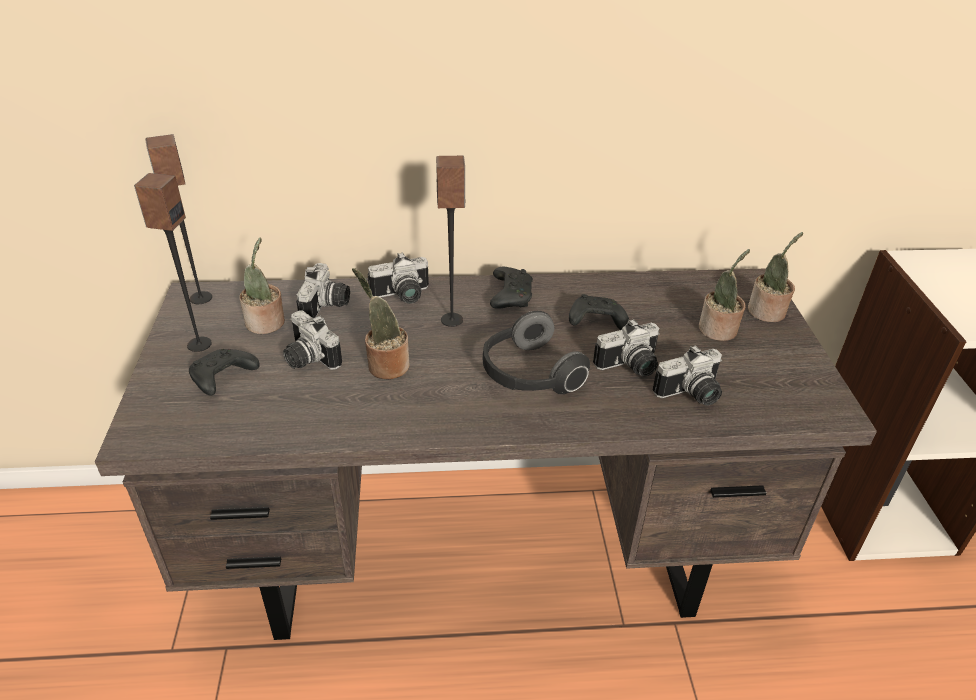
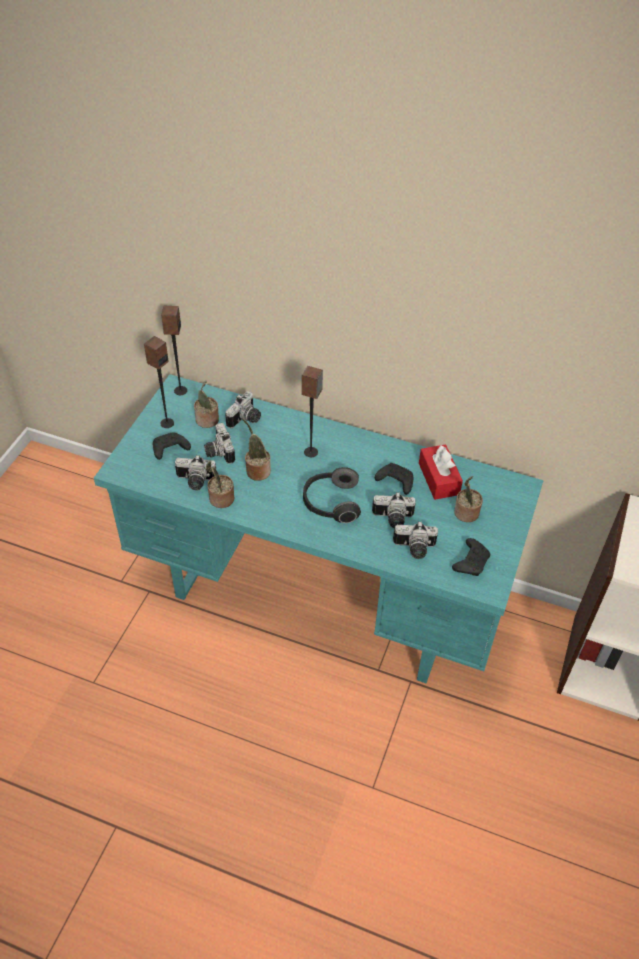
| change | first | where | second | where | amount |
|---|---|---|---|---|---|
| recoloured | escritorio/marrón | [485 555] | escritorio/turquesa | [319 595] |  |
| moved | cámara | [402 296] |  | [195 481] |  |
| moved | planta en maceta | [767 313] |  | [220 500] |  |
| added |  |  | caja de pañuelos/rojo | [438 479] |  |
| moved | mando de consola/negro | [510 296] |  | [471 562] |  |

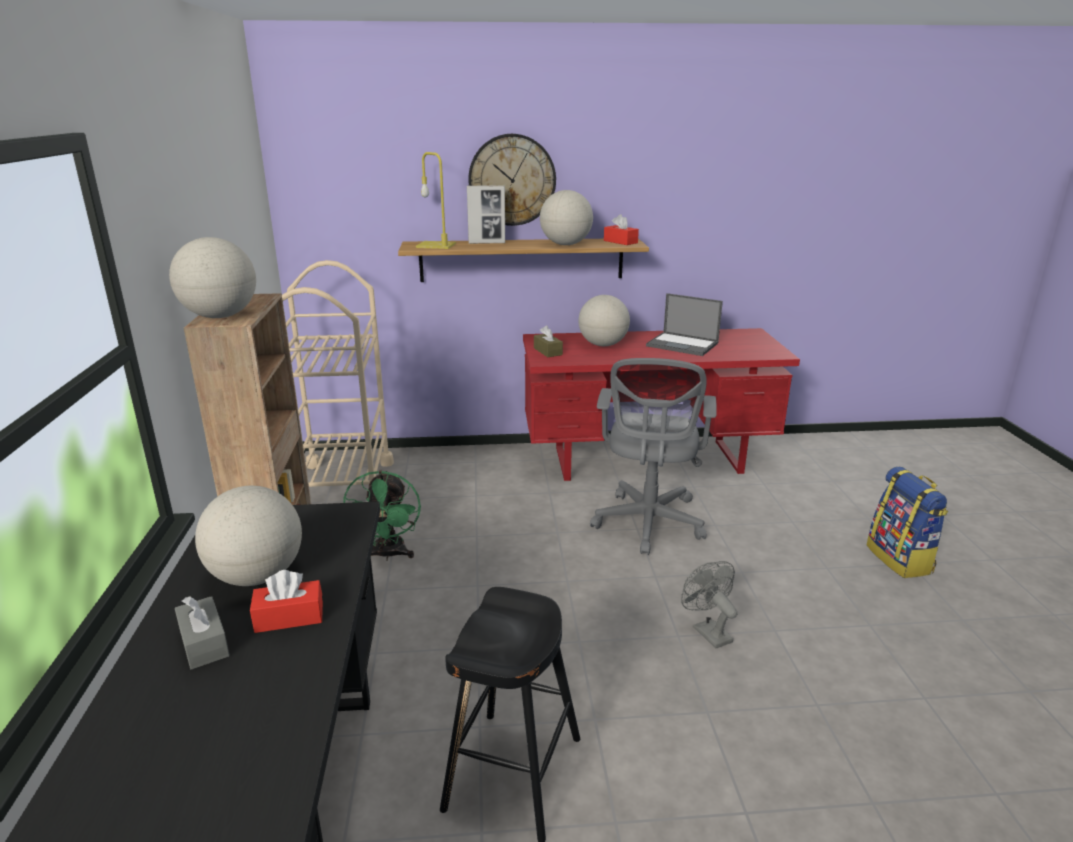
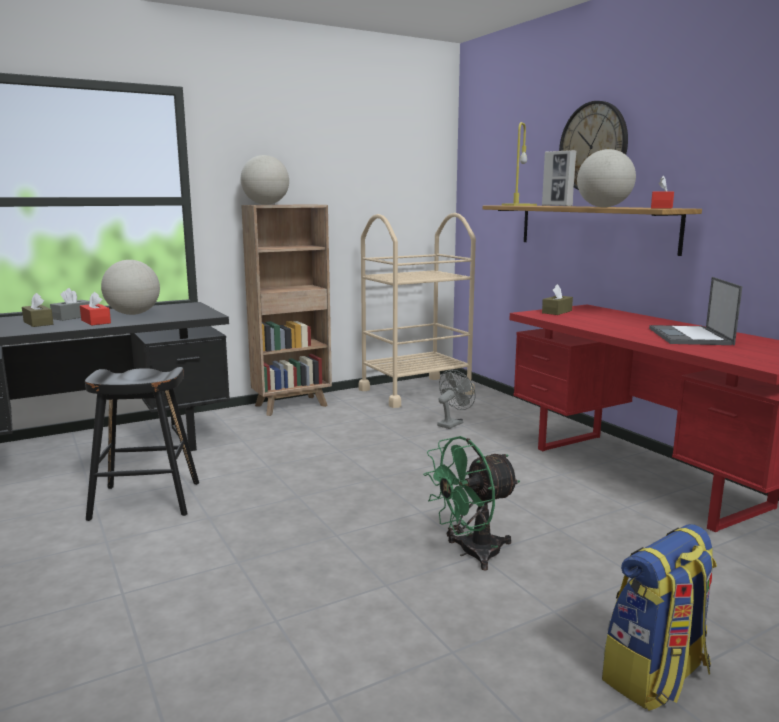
| change | first | where | second | where | amount |
|---|---|---|---|---|---|
| added |  |  | caja de pañuelos/marrón | [38 323] |  |
| moved | ventilador/verde | [388 555] |  | [471 553] |  |
| moved | ventilador/gris | [707 631] |  | [452 423] |  |
| removed | globo terráqueo | [603 345] |  |  |  |
| removed | silla de oficina/gris | [648 524] |  |  |  |

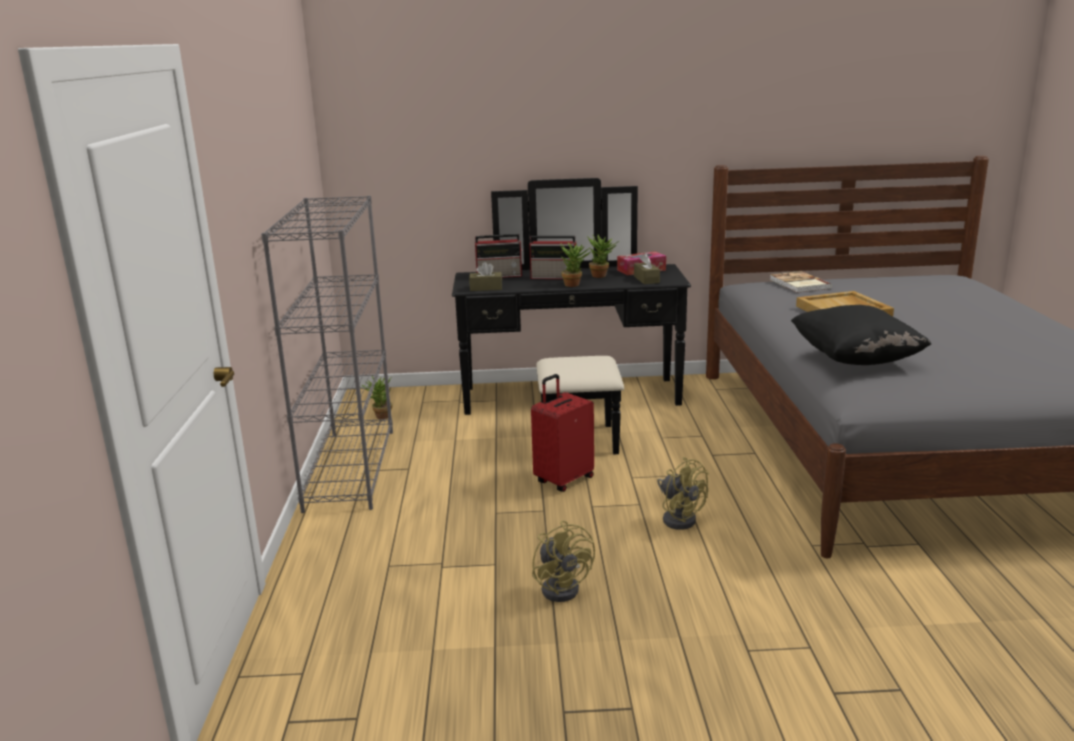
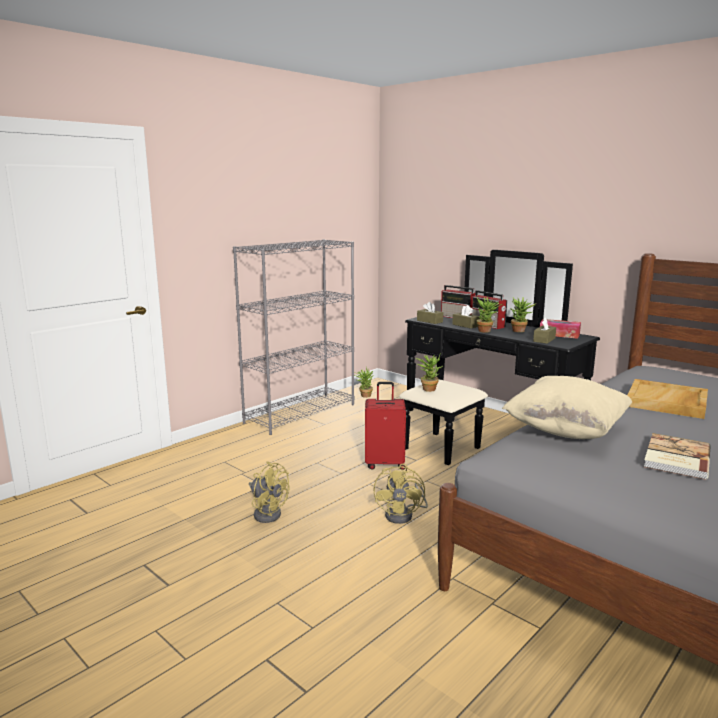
| change | first | where | second | where | amount |
|---|---|---|---|---|---|
| turned | ventilador/amarillo | [563 587] |  | [267 513] | 75 degrees counterclockwise |
| added |  |  | planta en maceta | [428 388] |  |
| added |  |  | caja de pañuelos/marrón | [465 325] |  |
| recoloured | cojín/negro | [854 360] | cojín/beis | [566 431] |  |
| moved | libro | [798 284] |  | [675 458] |  |

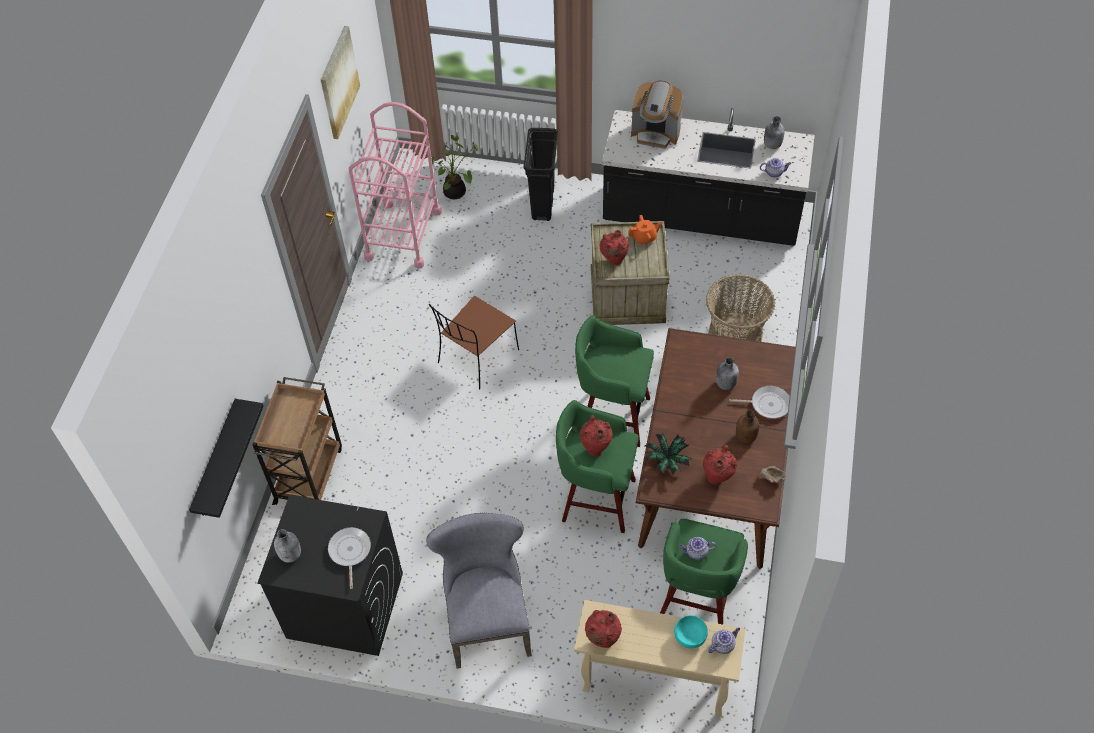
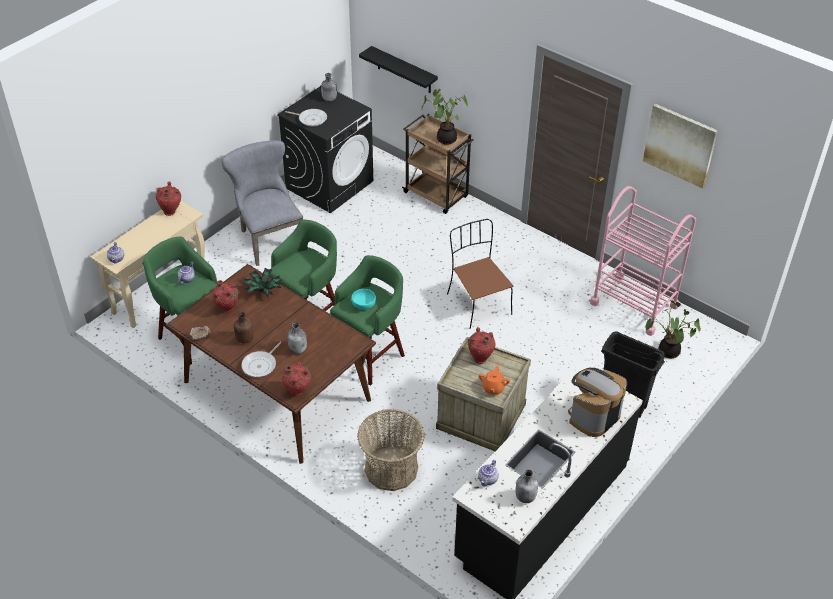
| change | first | where | second | where | amount |
|---|---|---|---|---|---|
| turned | silla/gris | [487 618] |  | [268 238] | 135 degrees counterclockwise |
| moved | florero/rojo | [595 448] |  | [298 392] |  |
| moved | cuenco/turquesa | [690 635] |  | [364 304] |  |
| added |  |  | planta en maceta | [445 138] |  |

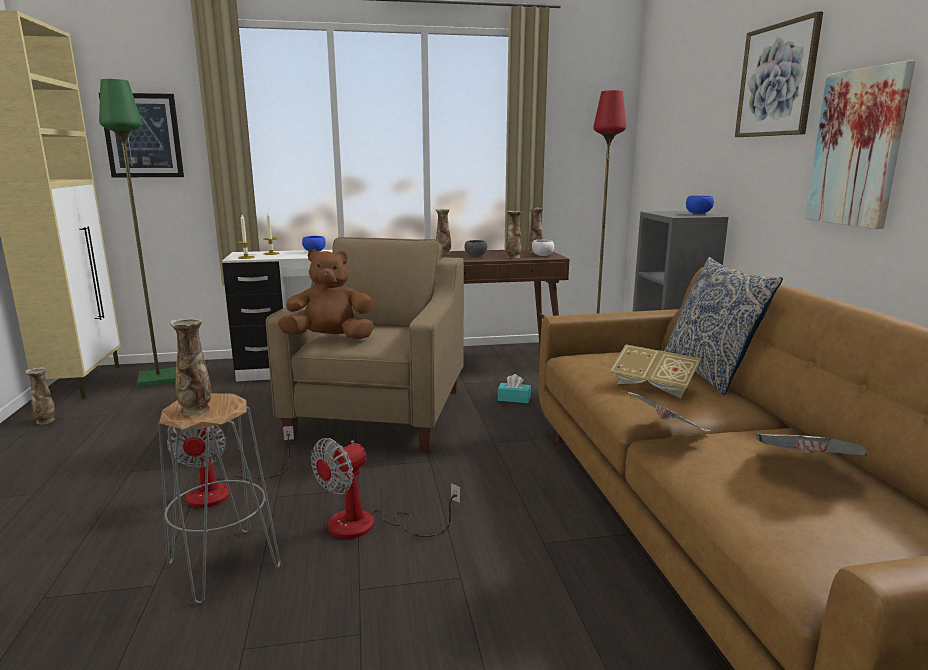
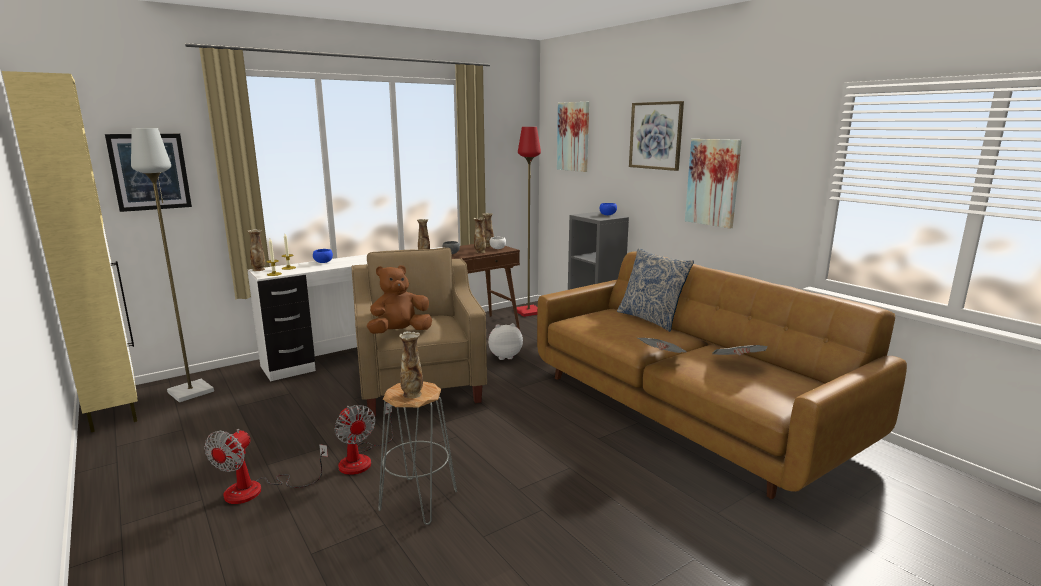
| change | first | where | second | where | amount |
|---|---|---|---|---|---|
| recoloured | lámpara de pie/verde | [159 378] | lámpara de pie/gris | [191 391] |  |
| moved | ventilador | [368 526] |  | [257 490] |  |
| moved | florero | [46 421] |  | [259 269] |  |
| replaced | caja de pañuelos/turquesa | [514 399] | peluche | [504 356] |  |
| added |  |  | cuadro | [573 136] |  |
| removed | libro | [653 387] |  |  |  |

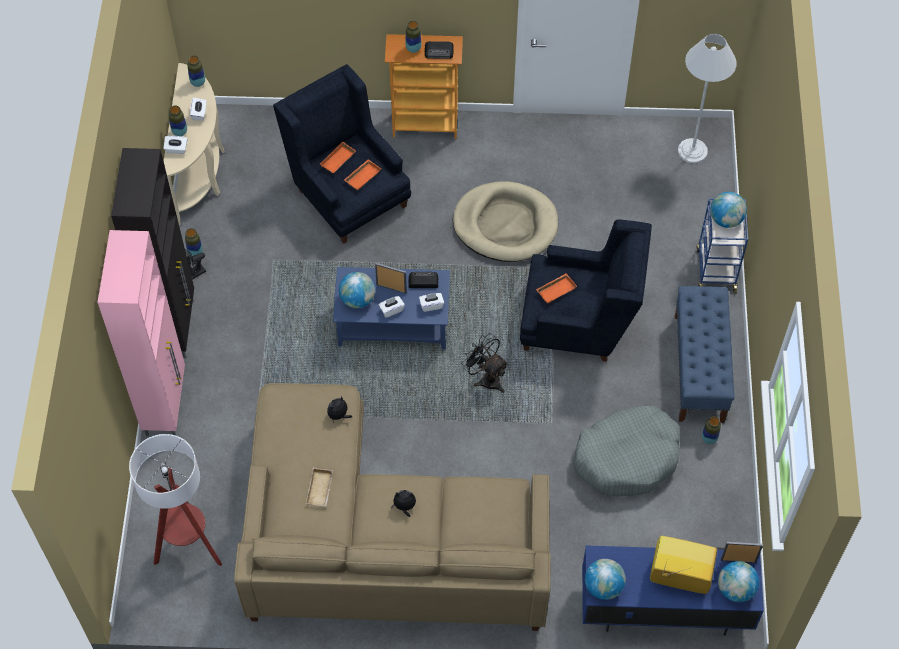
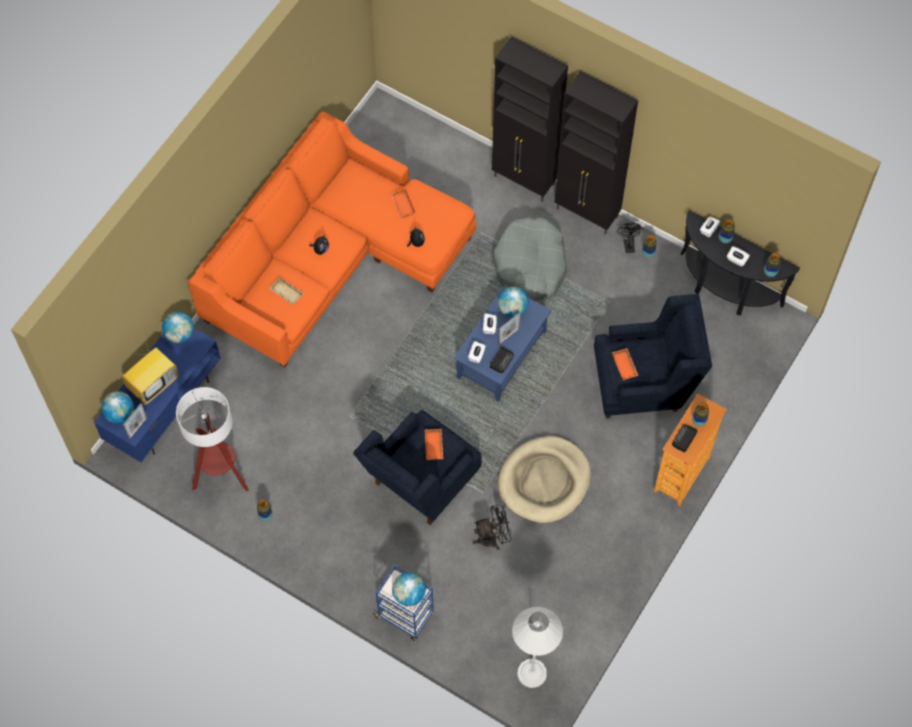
| change | first | where | second | where | amount |
|---|---|---|---|---|---|
| moved | lámpara de pie | [189 546] |  | [221 475] |  |
| recoloured | sofá/beis | [379 541] | sofá/naranja | [332 260] |  |
| moved | bandeja/beis | [320 490] |  | [285 293] |  |
| moved | bandeja/naranja | [338 161] |  | [402 205] |  |
| moved | ventilador/negro | [486 378] |  | [492 538] |  |
| recoloured | armario/rosa | [166 404] | armario/negro | [524 181] |  |
| moved | cama para perro/gris | [627 457] |  | [530 265] |  |
| recoloured | mesa consola/beis | [200 172] | mesa consola/negro | [725 289] |  |
| removed | banco/azul | [699 369] |  |  |  |

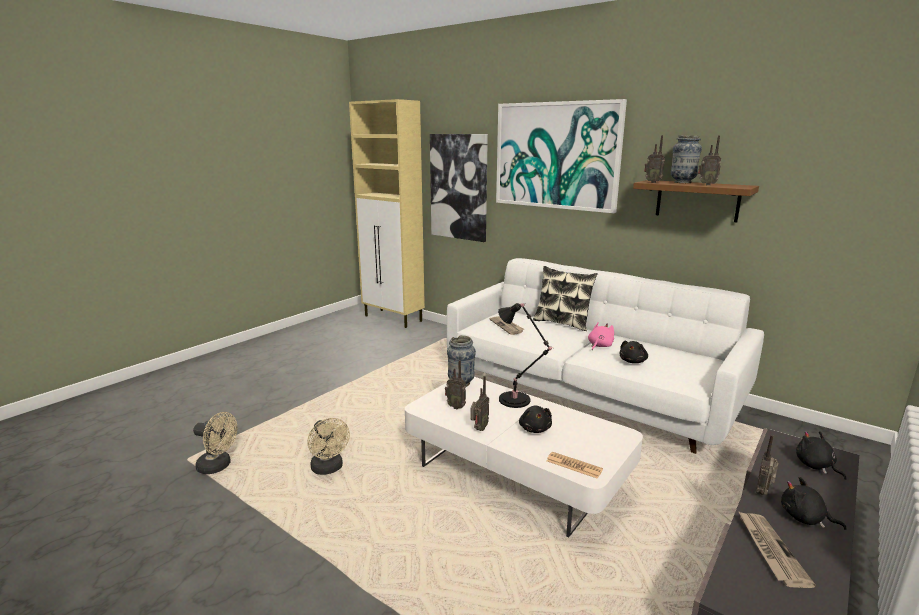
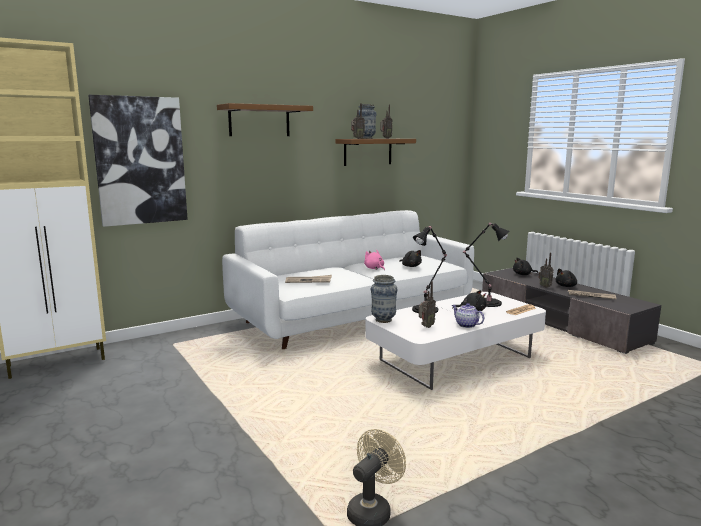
| change | first | where | second | where | amount |
|---|---|---|---|---|---|
| replaced | cuadro | [556 156] | estante/marrón | [259 121] |  |
| replaced | radio | [478 429] | tetera | [466 325] |  |
| added |  |  | lámpara de mesa/negro | [486 302] |  |
| removed | ventilador/beis | [329 469] |  |  |  |
| removed | cojín | [562 323] |  |  |  |

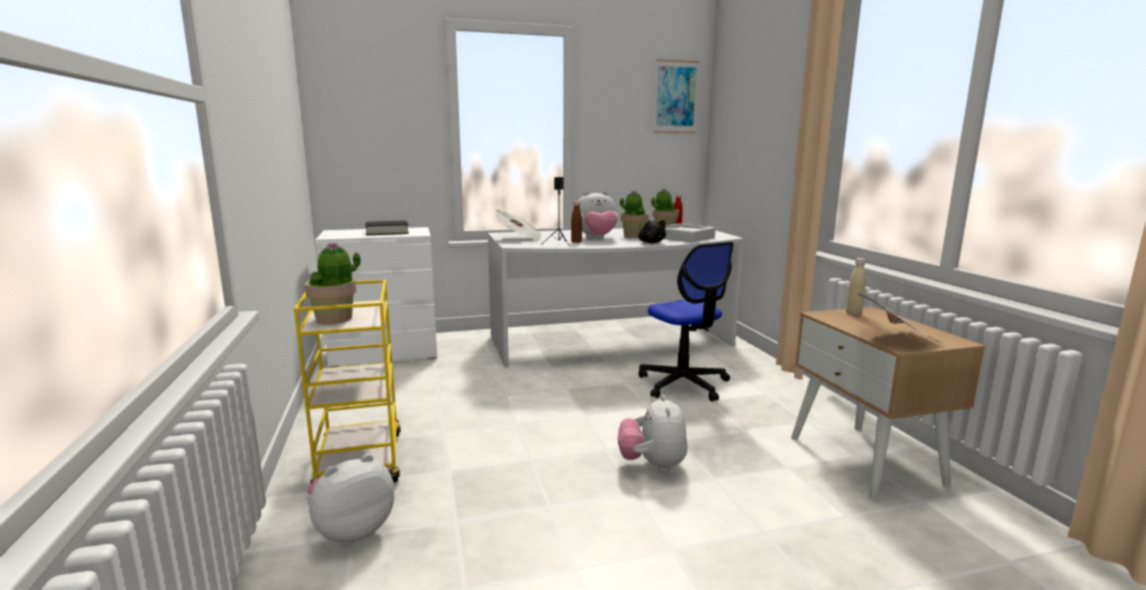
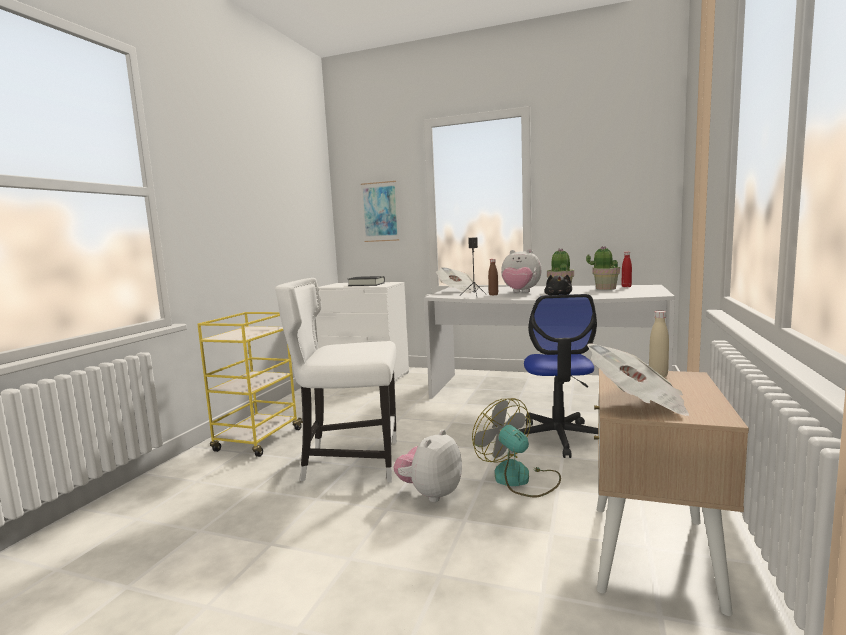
| change | first | where | second | where | amount |
|---|---|---|---|---|---|
| added |  |  | silla/blanco | [349 462] |  |
| moved | cuadro | [675 97] |  | [380 212] |  |
| added |  |  | ventilador | [519 479] |  |
| removed | planta en maceta | [335 319] |  |  |  |
| removed | peluche | [352 531] |  |  |  |
| removed | bandeja/gris | [685 237] |  |  |  |

